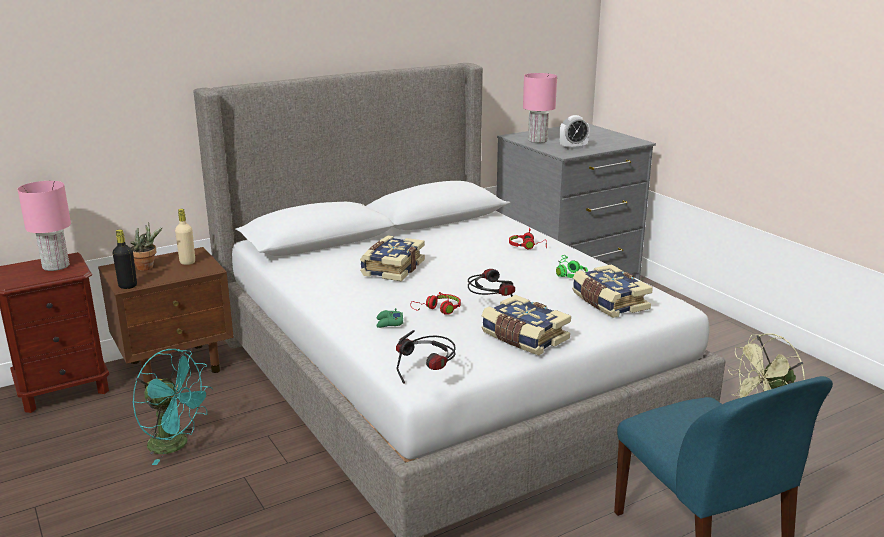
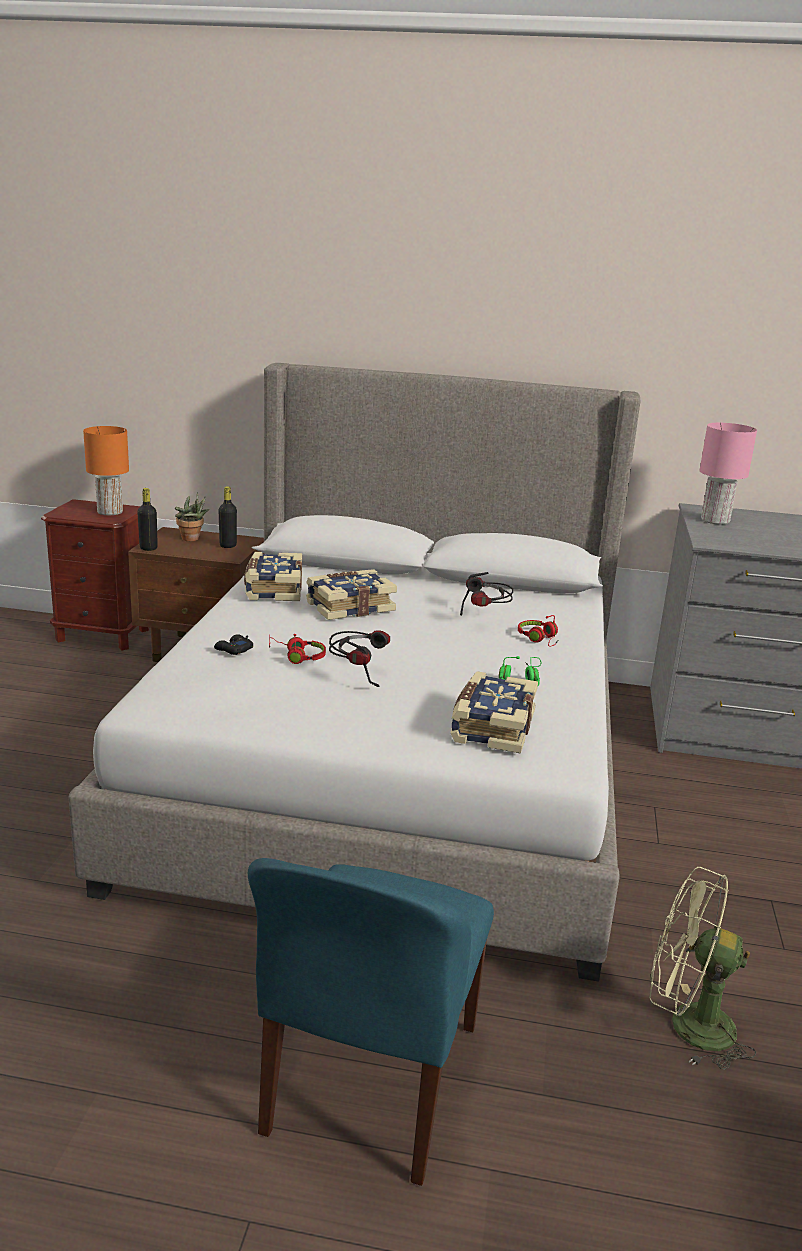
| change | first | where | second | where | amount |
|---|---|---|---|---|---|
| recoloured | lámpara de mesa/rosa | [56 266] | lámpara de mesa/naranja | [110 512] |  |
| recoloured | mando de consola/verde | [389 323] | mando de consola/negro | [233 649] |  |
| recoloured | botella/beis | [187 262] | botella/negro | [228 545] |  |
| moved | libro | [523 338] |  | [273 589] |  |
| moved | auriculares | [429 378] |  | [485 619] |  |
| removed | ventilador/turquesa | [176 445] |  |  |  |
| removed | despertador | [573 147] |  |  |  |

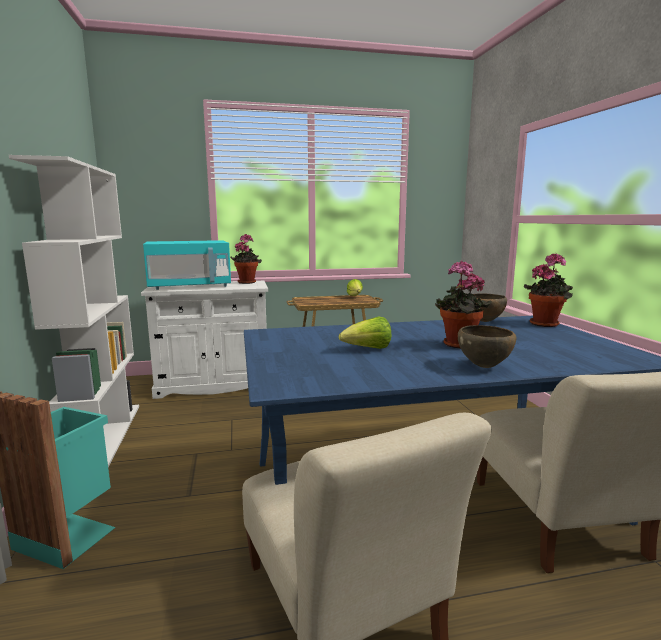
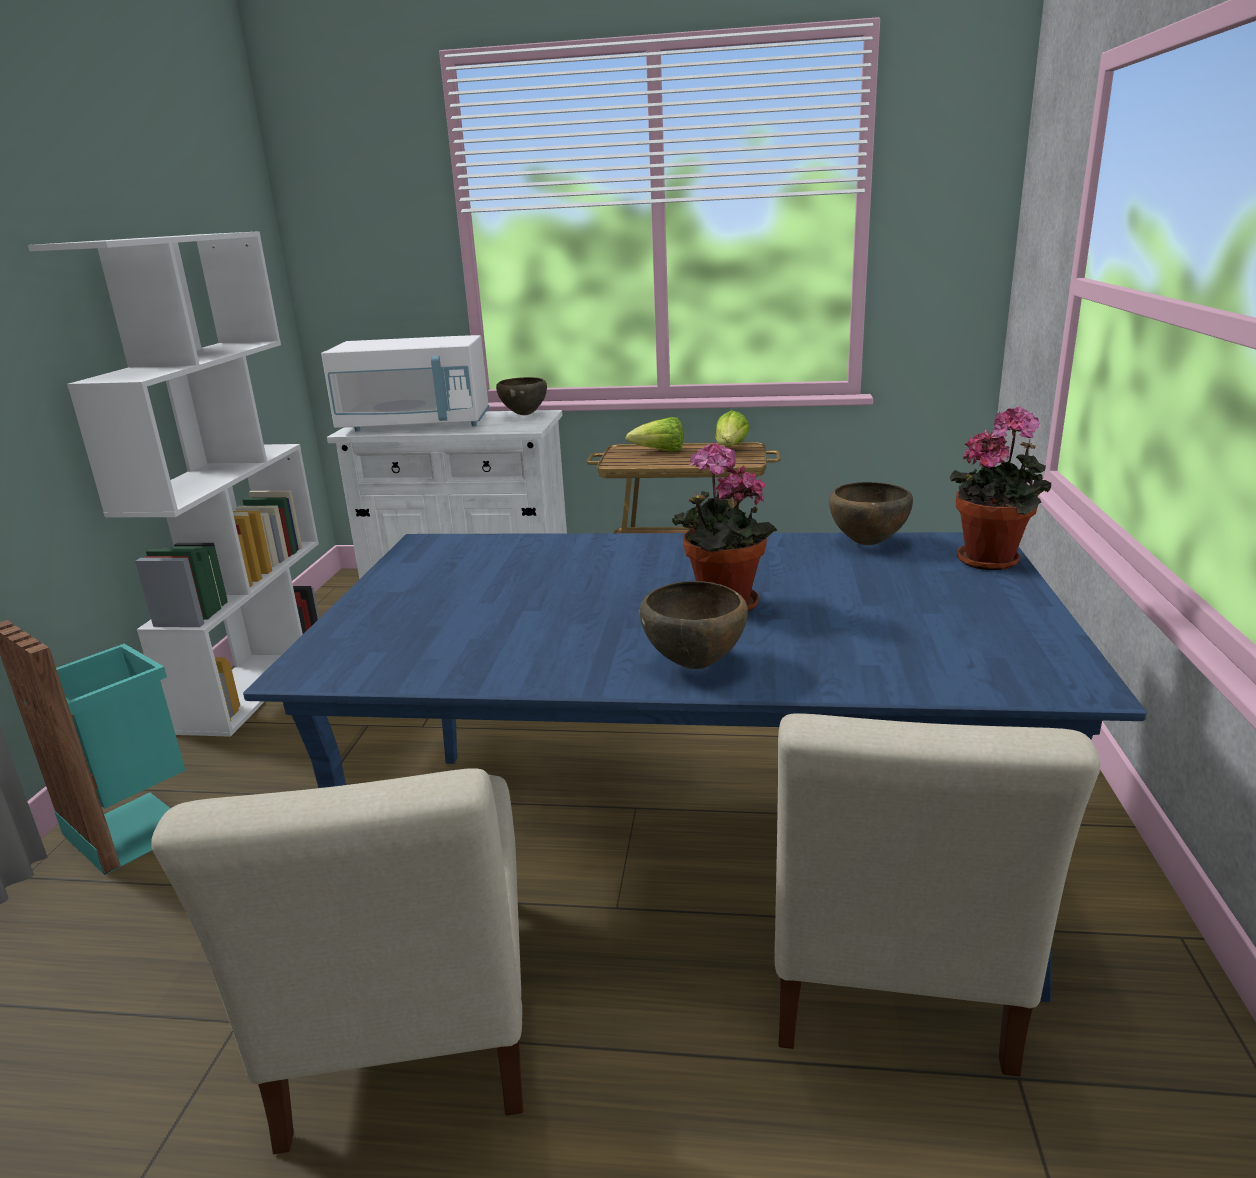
| change | first | where | second | where | amount |
|---|---|---|---|---|---|
| recoloured | microondas/turquesa | [190 286] | microondas/blanco | [416 425] |  |
| replaced | planta en maceta | [247 282] | cuenco/marrón | [524 414] |  |
| moved | lechuga | [367 349] |  | [660 452] |  |

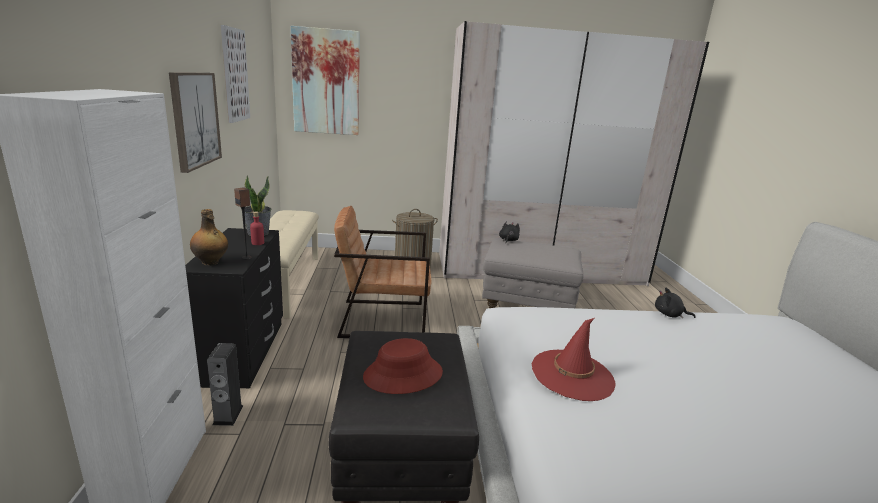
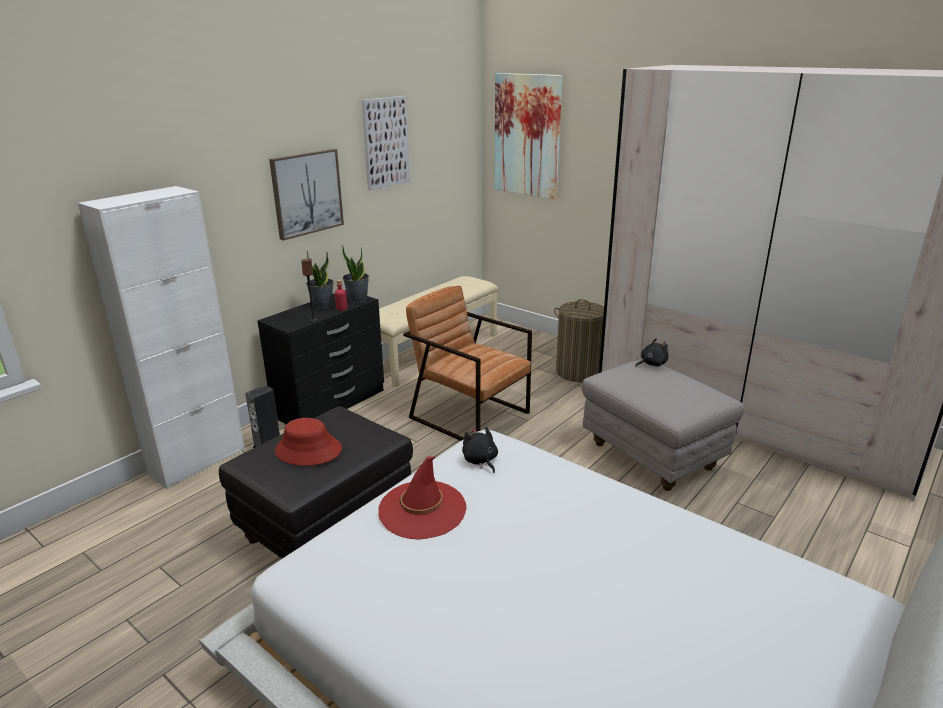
| change | first | where | second | where | amount |
|---|---|---|---|---|---|
| added |  |  | planta en maceta | [322 305] |  |
| moved | peluche/negro | [669 315] |  | [480 461] |  |
| removed | botella | [211 262] |  |  |  |

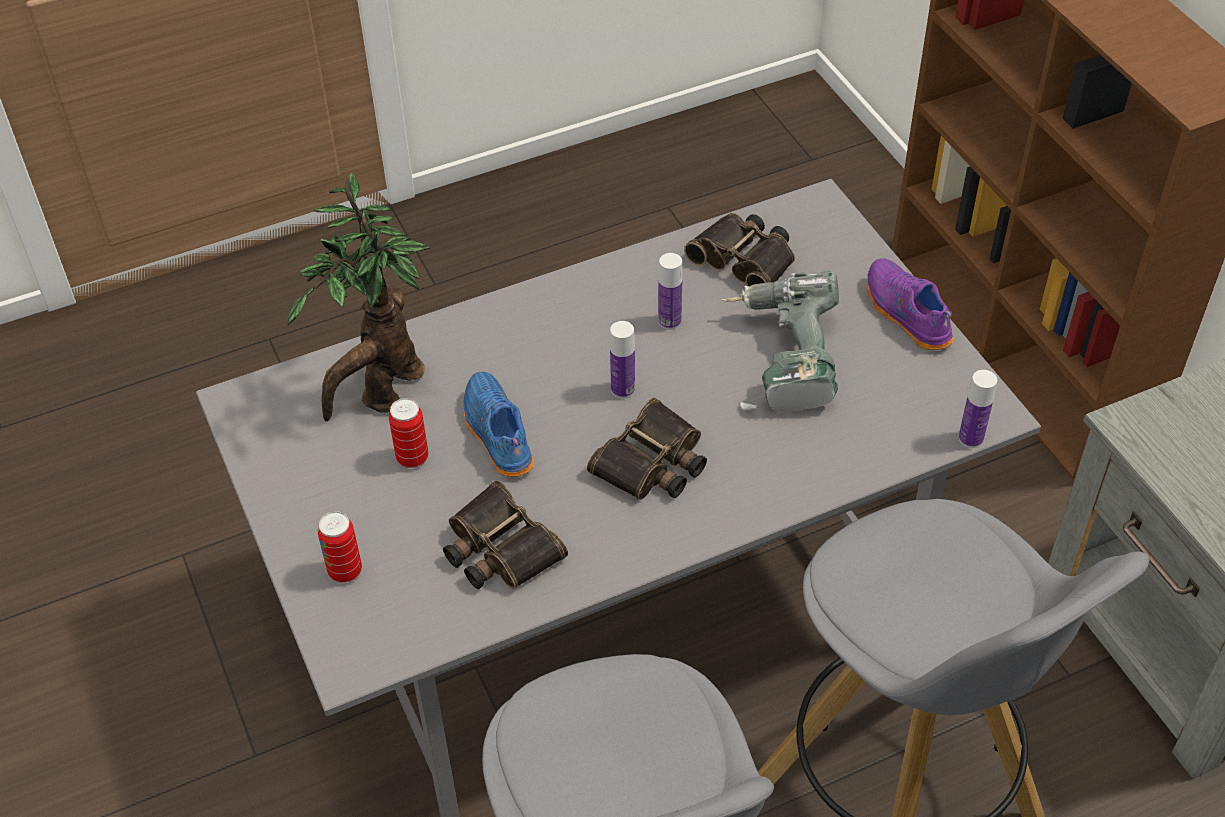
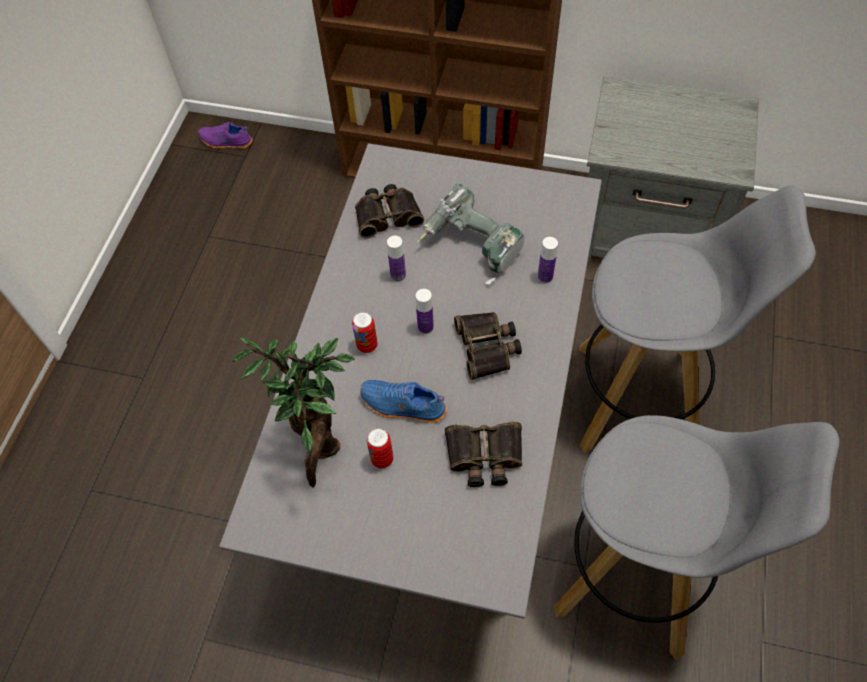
| change | first | where | second | where | amount |
|---|---|---|---|---|---|
| moved | zapato/morado | [905 315] |  | [226 142] |  |
| moved | lata | [345 571] |  | [367 345] |  |
| moved | botella | [970 438] |  | [545 277] |  |

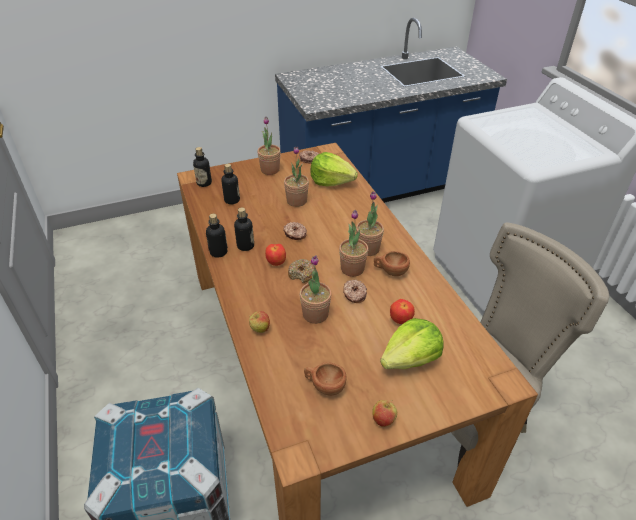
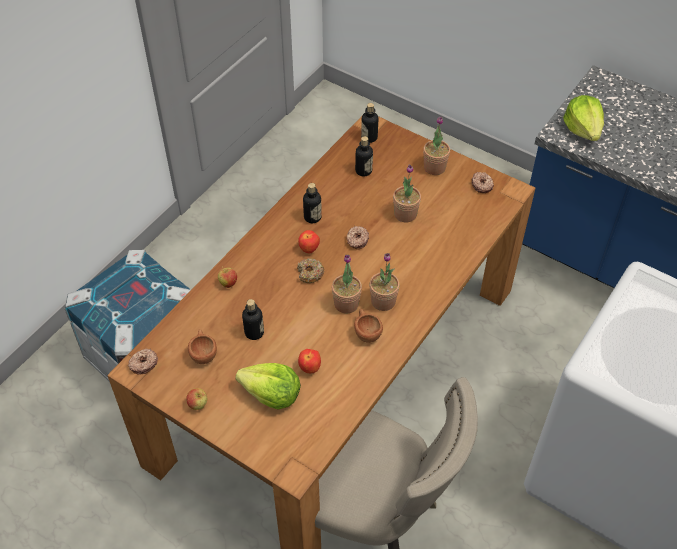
| change | first | where | second | where | amount |
|---|---|---|---|---|---|
| moved | rosquilla | [354 294] |  | [143 363] |  |
| moved | botella | [218 252] |  | [254 332] |  |
| moved | lechuga | [331 181] |  | [583 129] |  |
| removed | planta en maceta | [315 314] |  |  |  |

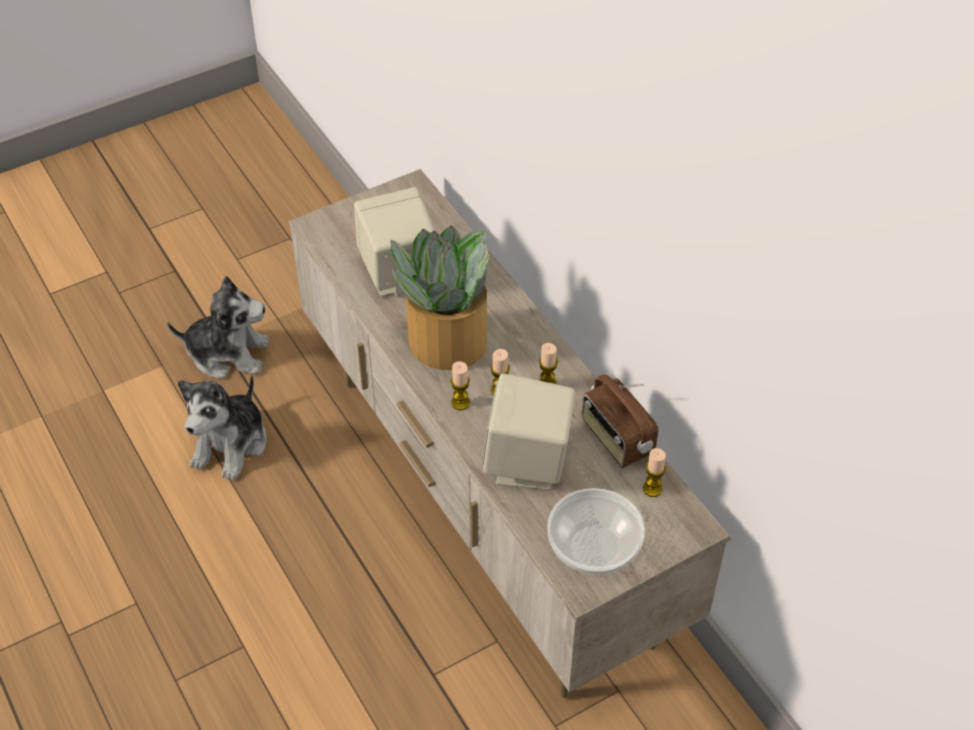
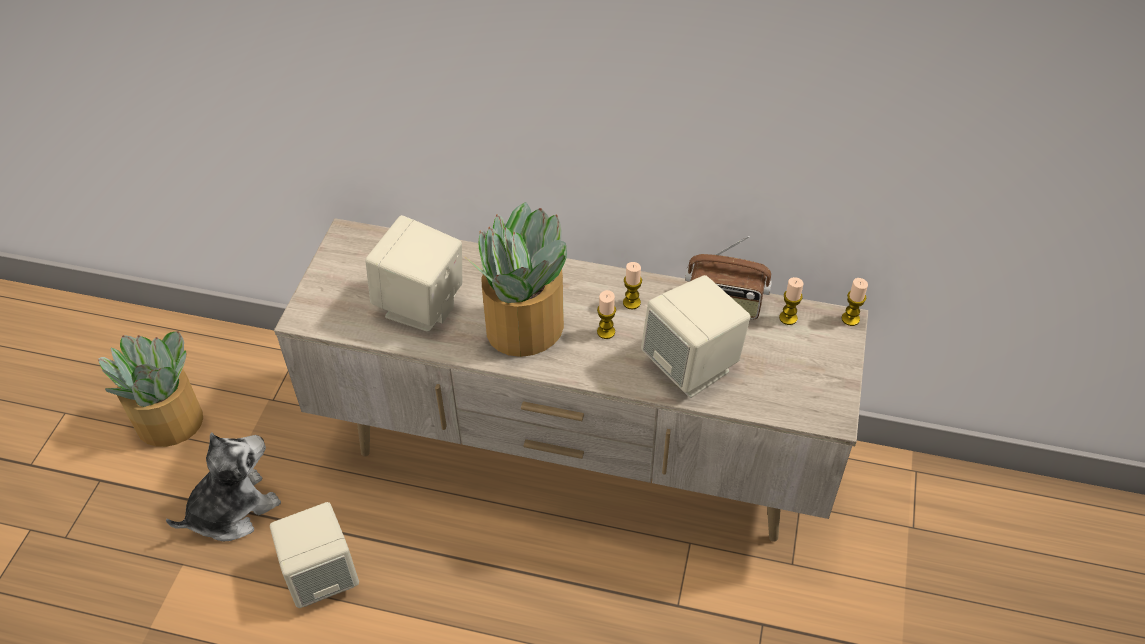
| change | first | where | second | where | amount |
|---|---|---|---|---|---|
| added |  |  | planta en maceta | [171 422] |  |
| replaced | peluche | [231 445] | altavoz/beis | [322 576] |  |
| moved | vela | [460 403] |  | [850 319] |  |
| removed | cuenco | [592 546] |  |  |  |

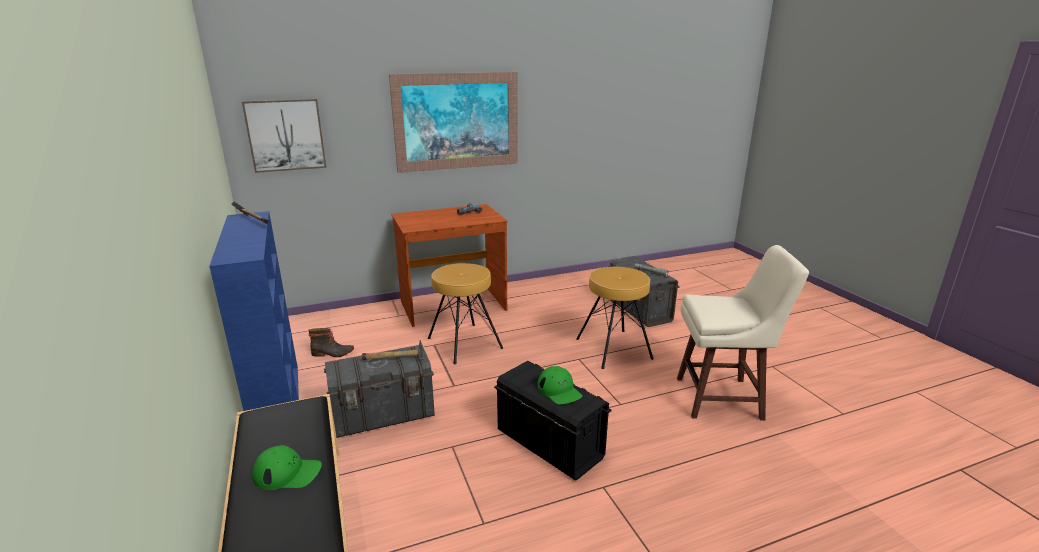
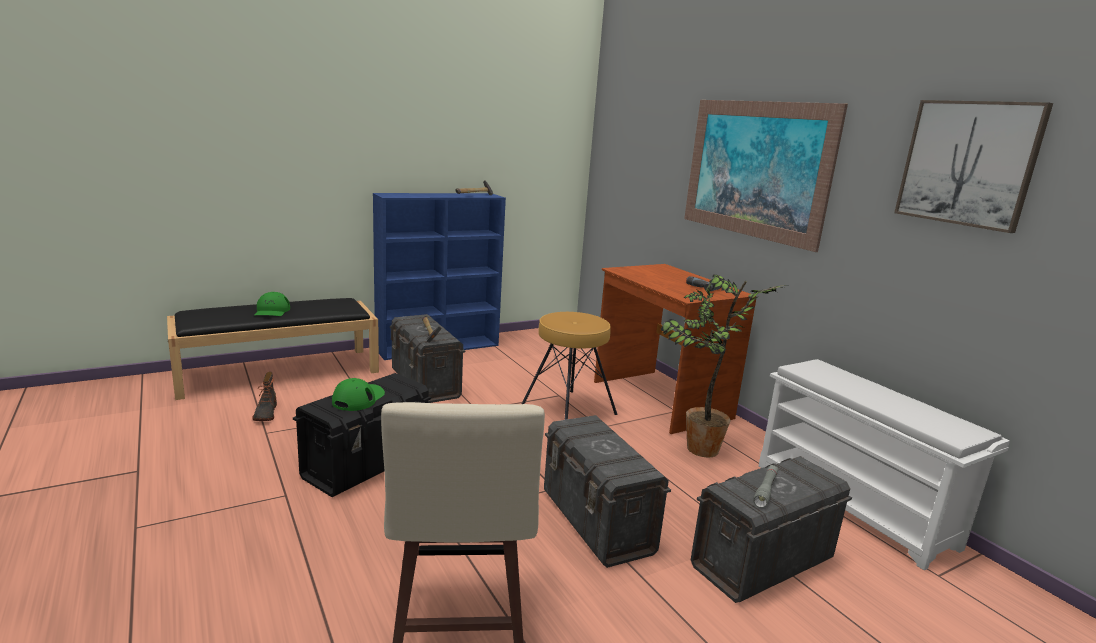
| change | first | where | second | where | amount |
|---|---|---|---|---|---|
| moved | bota | [332 353] |  | [265 413] |  |
| turned | gorra/verde | [559 390] |  | [358 399] | 150 degrees clockwise |
| replaced | taburete/marrón | [614 348] | caja de almacenaje/gris | [596 522] |  |
| added |  |  | planta en maceta | [699 451] |  |
| added |  |  | zapatero/blanco | [854 505] |  |
| moved | cuadro | [285 135] |  | [968 163] |  |

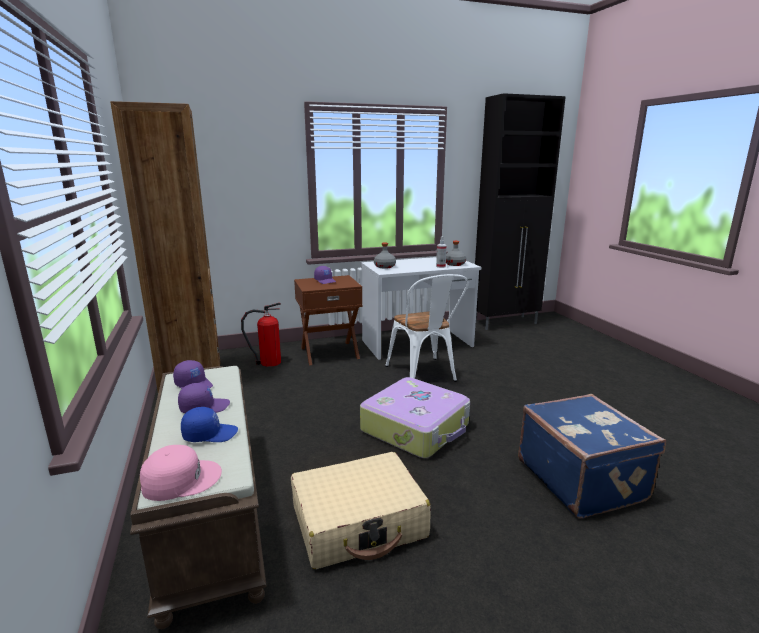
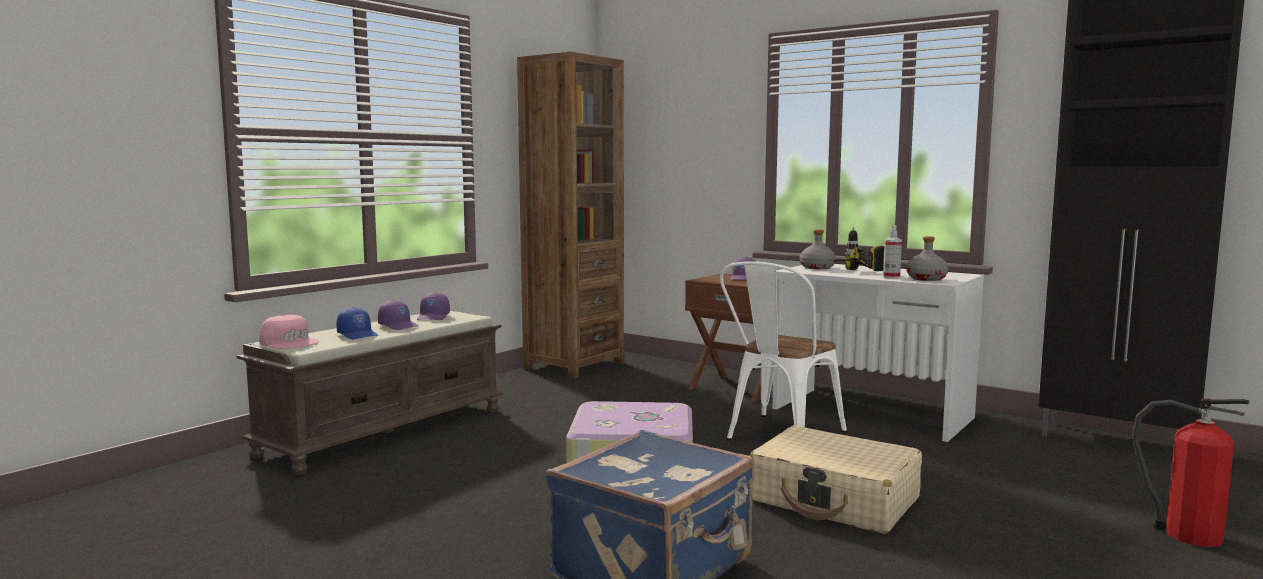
| change | first | where | second | where | amount |
|---|---|---|---|---|---|
| moved | maleta/beis | [359 522] |  | [835 500] |  |
| added |  |  | taladro | [850 272] |  |
| moved | extintor | [268 362] |  | [1187 535] |  |

